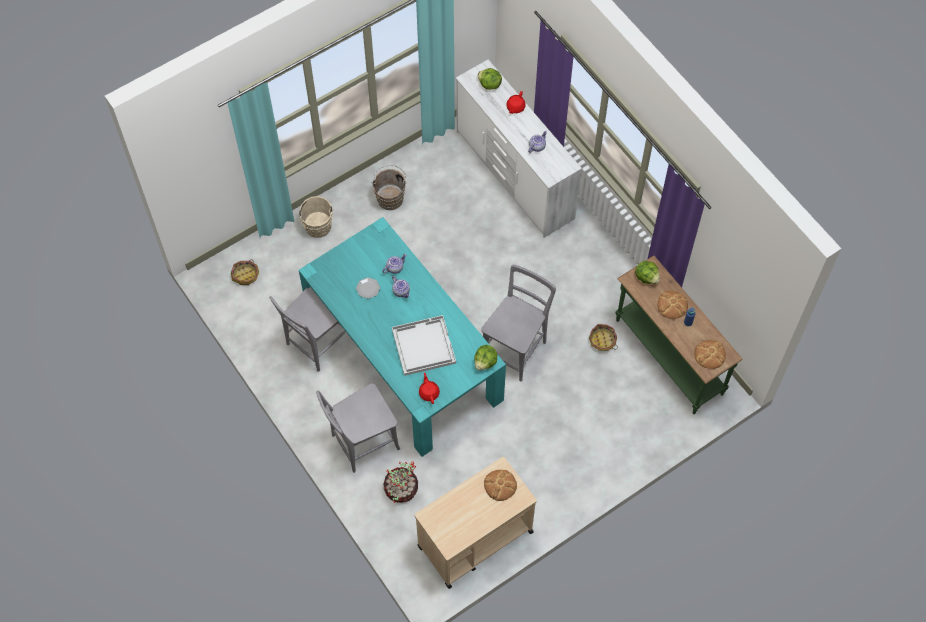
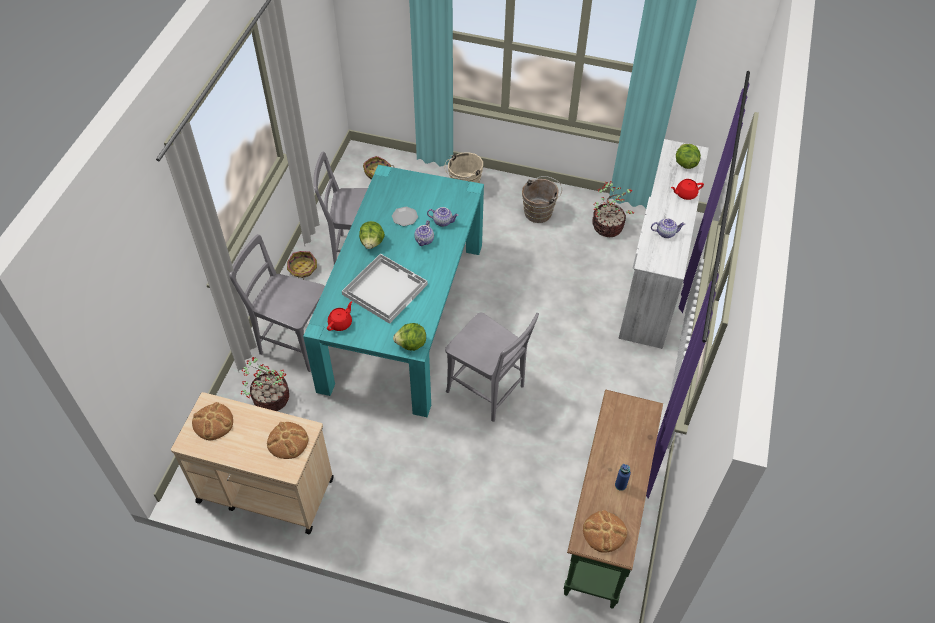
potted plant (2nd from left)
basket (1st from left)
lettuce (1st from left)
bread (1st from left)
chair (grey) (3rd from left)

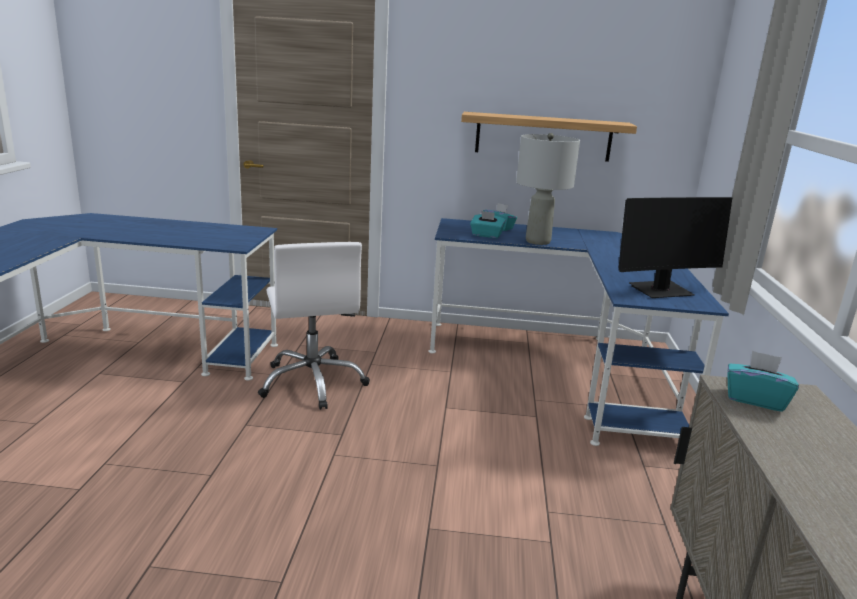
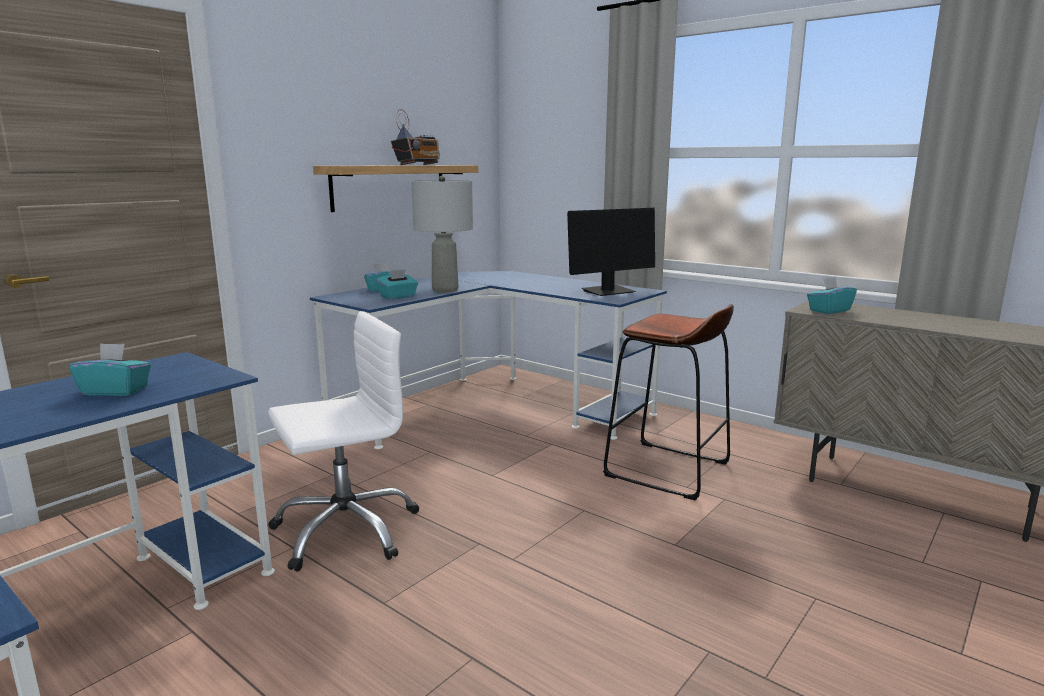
tissue box (turquoise) (1st from left)
radio
stool (brown)
office chair (white)
monitor

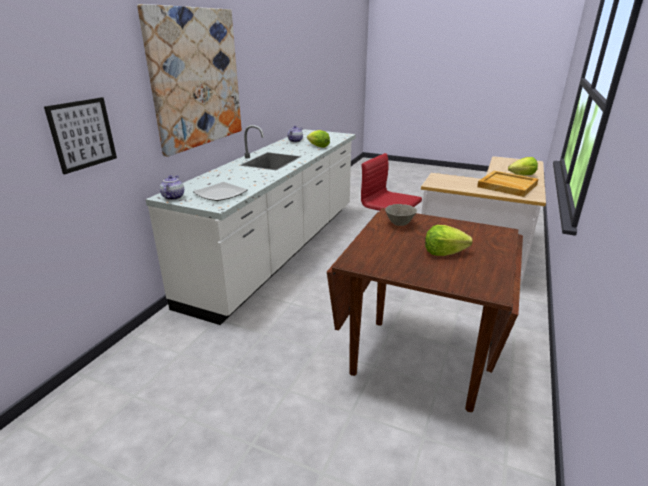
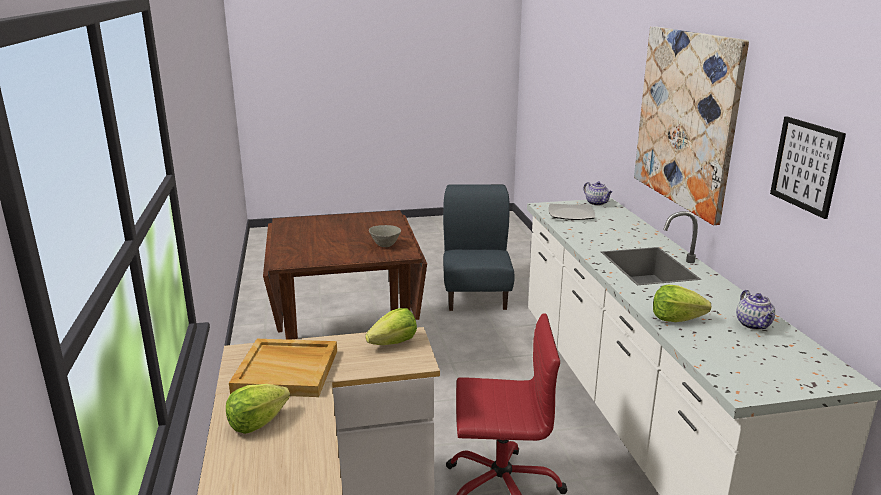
chair (blue)
picture (2nd from left)
lettuce (2nd from left)

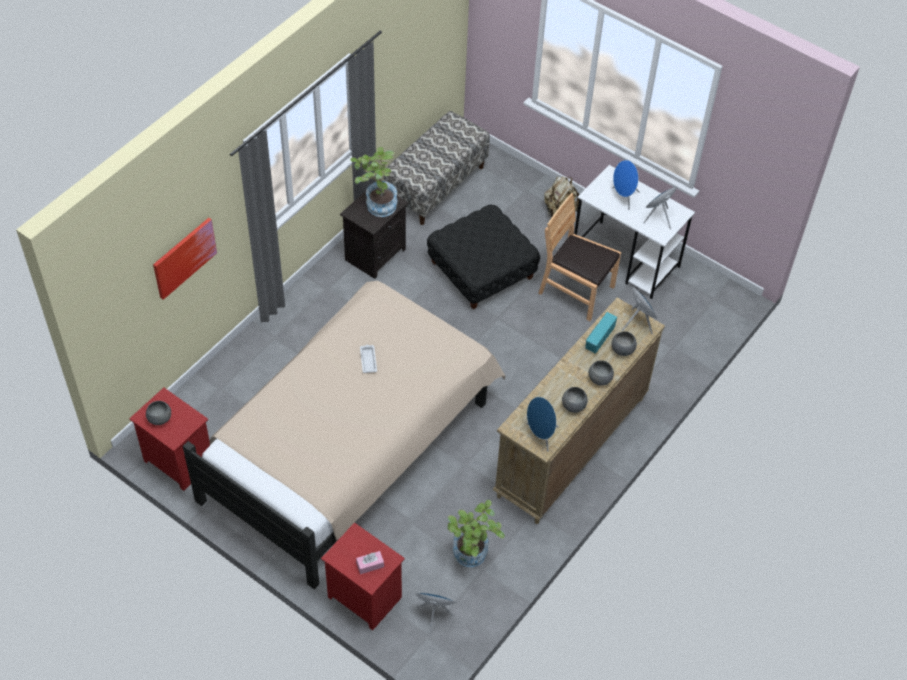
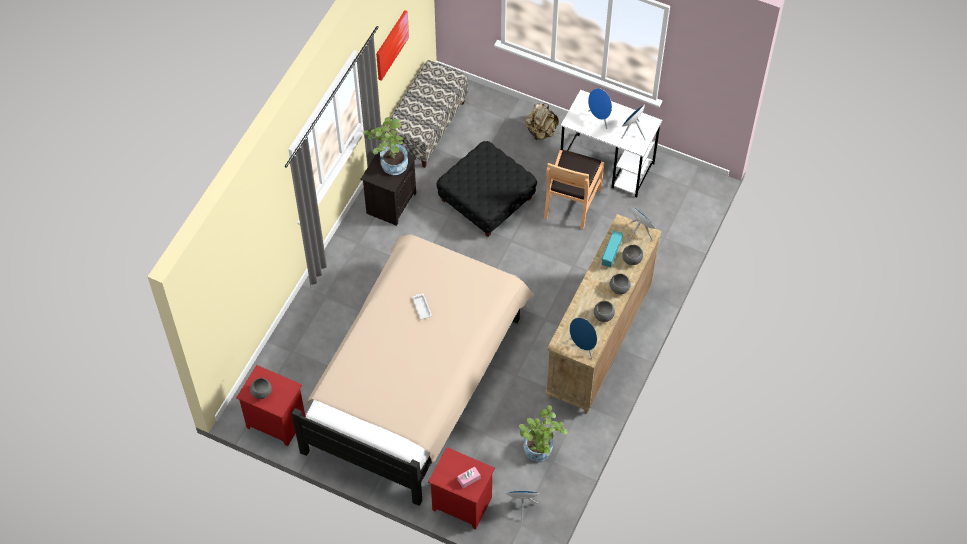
picture
chair (brown)

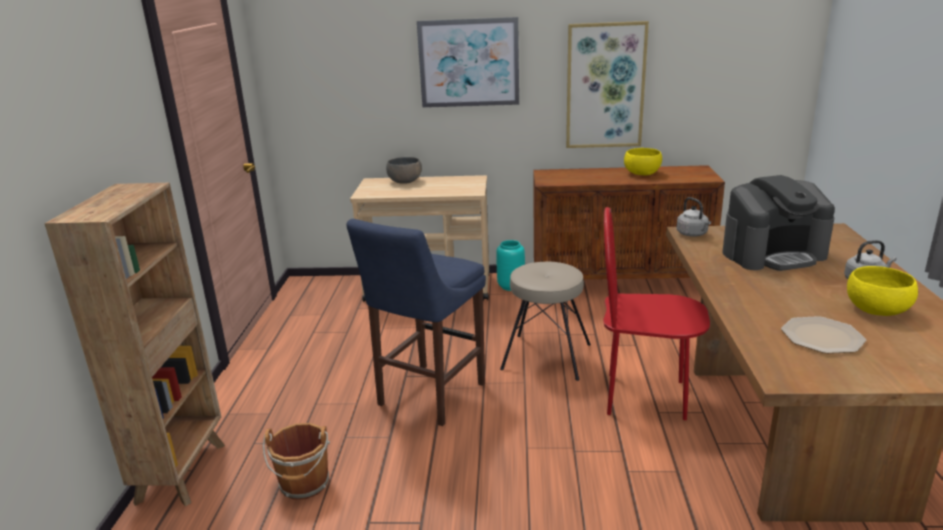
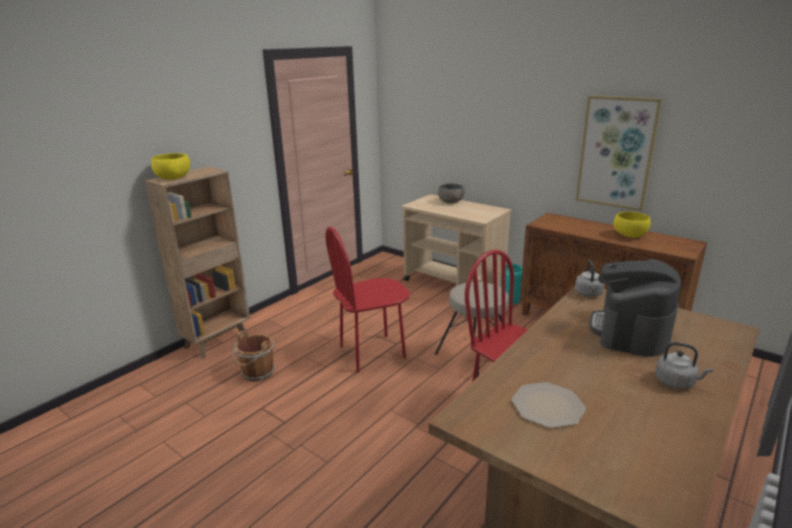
picture (1st from left in the first image)
bowl (yellow) (1st from left)
chair (red) (1st from left)
coffee machine

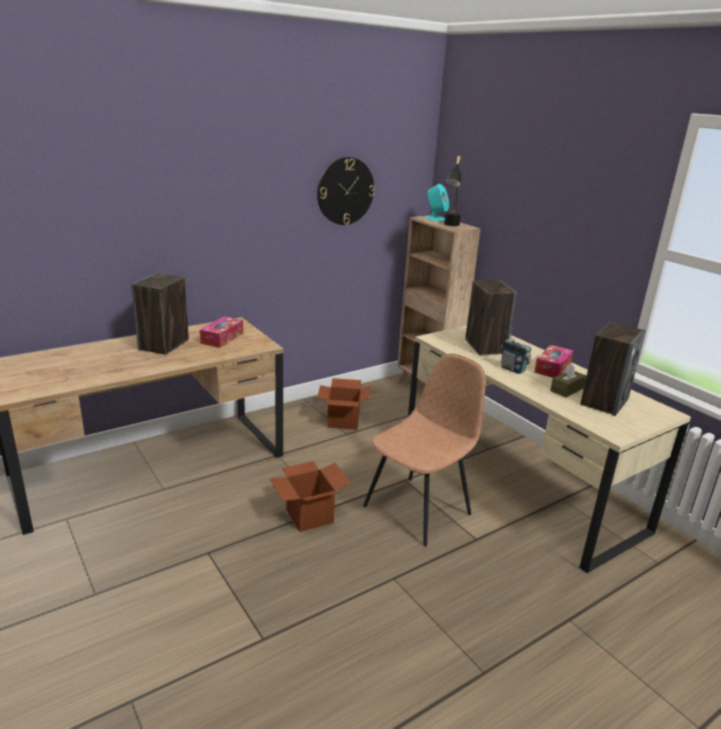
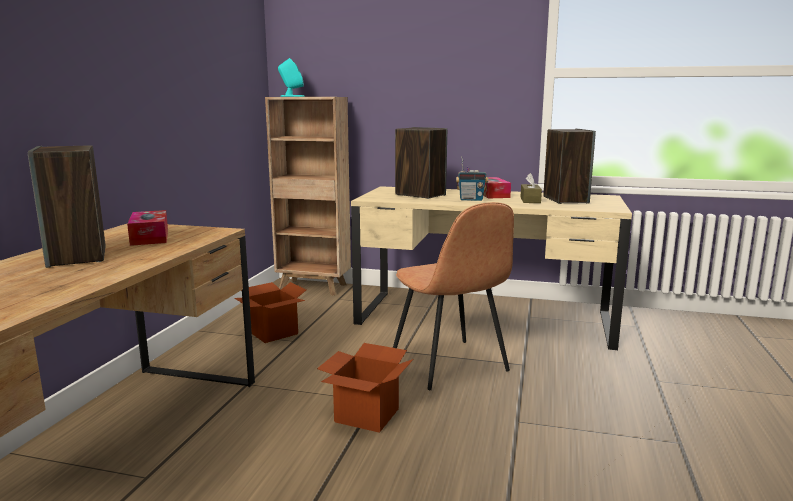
wall clock
table lamp (black)
chair (brown)

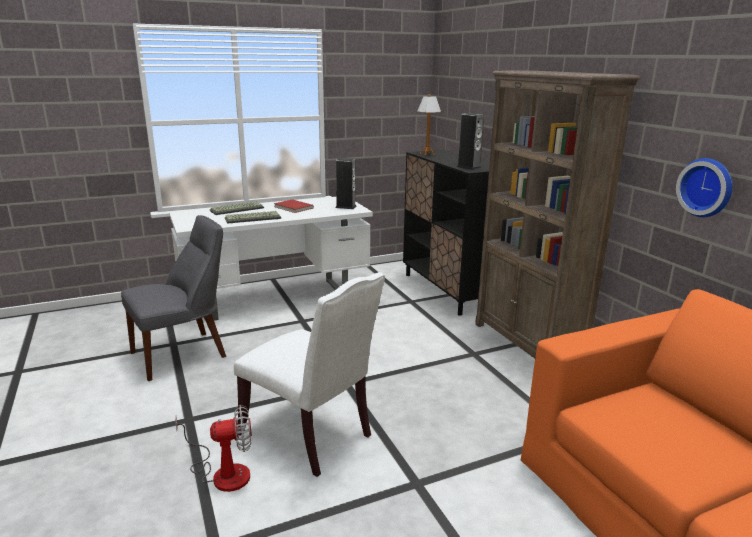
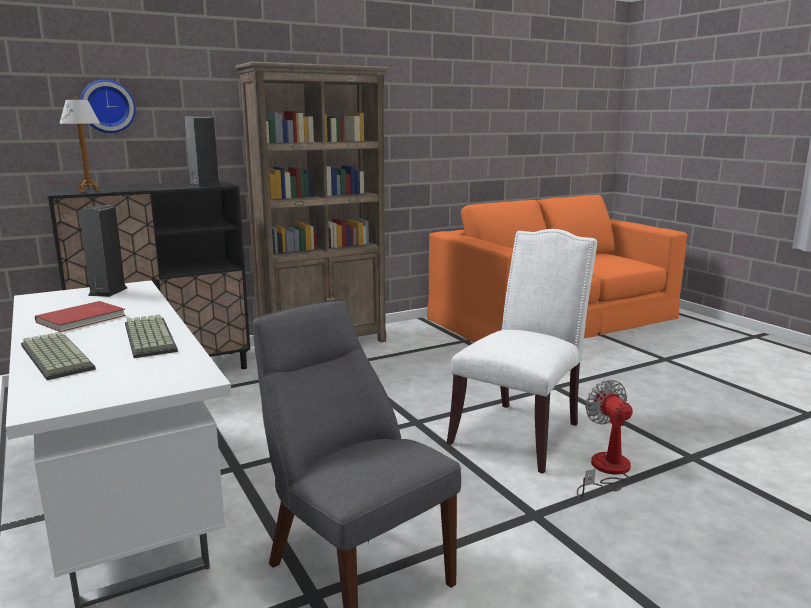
wall clock

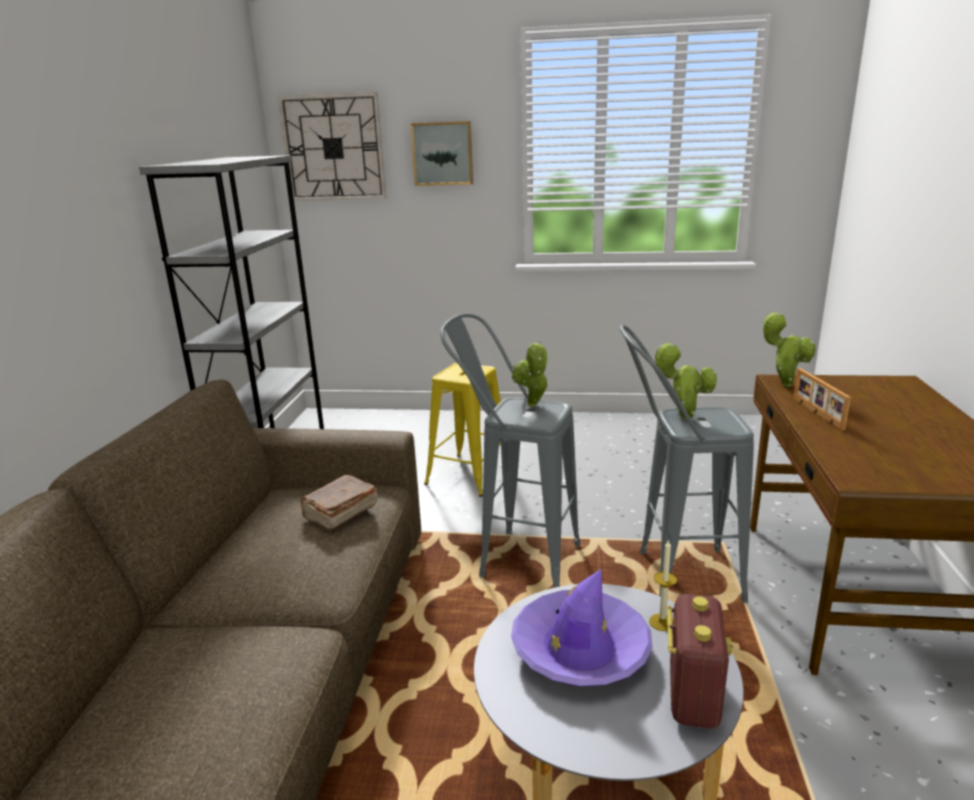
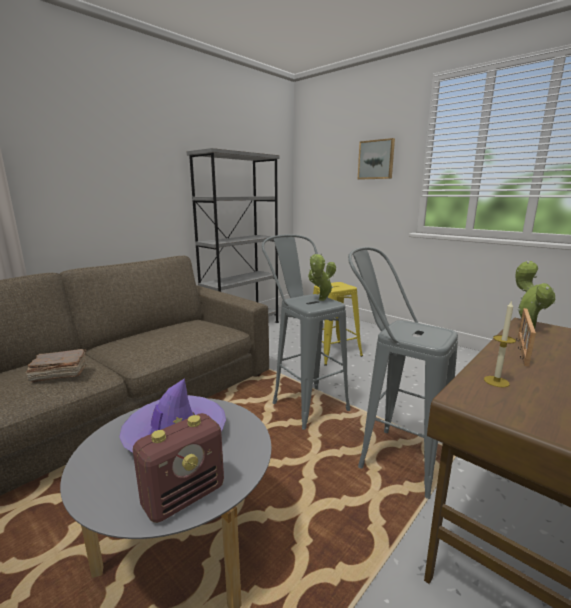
wall clock
potted plant (2nd from left in the first image)
book (brown)
candle

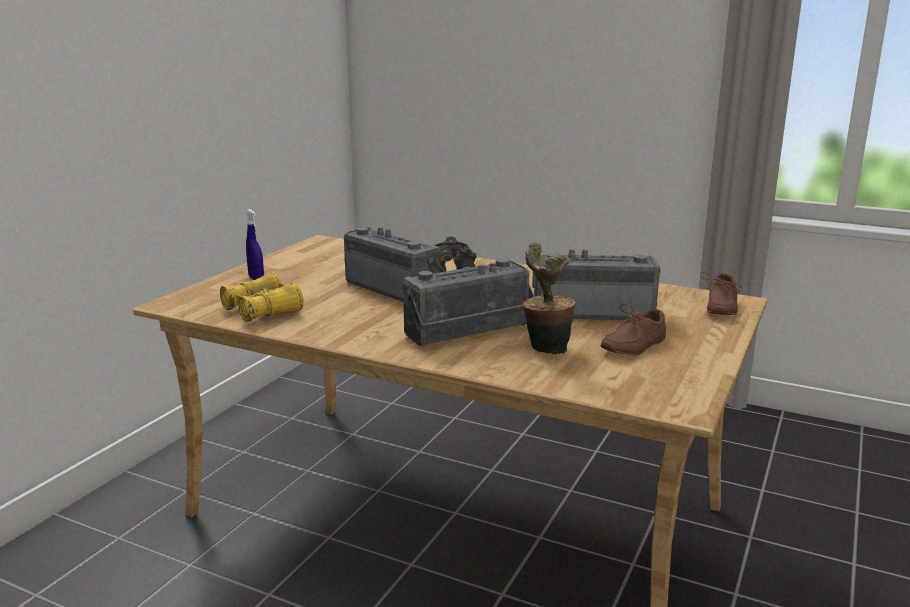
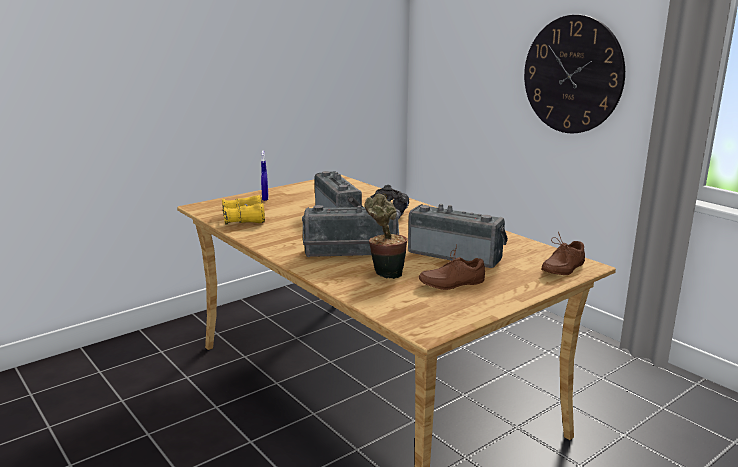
wall clock

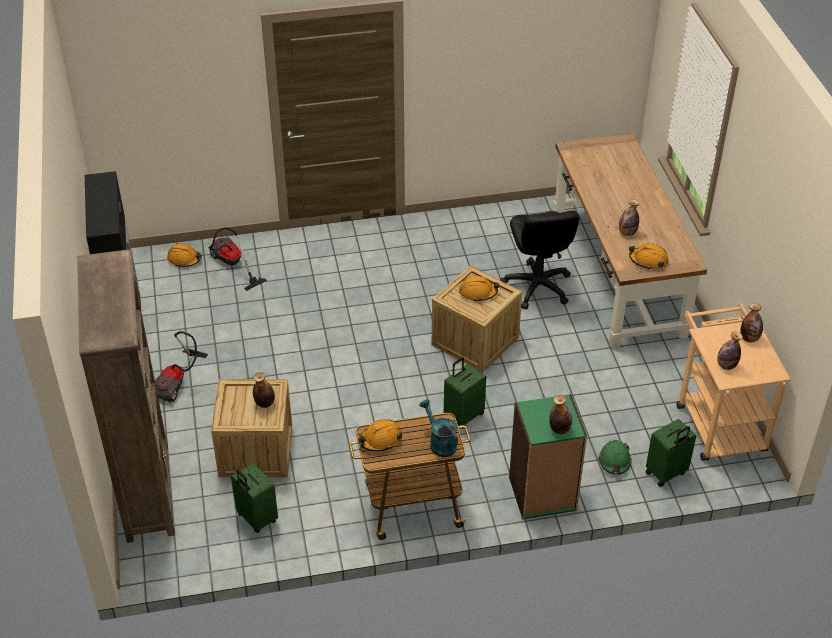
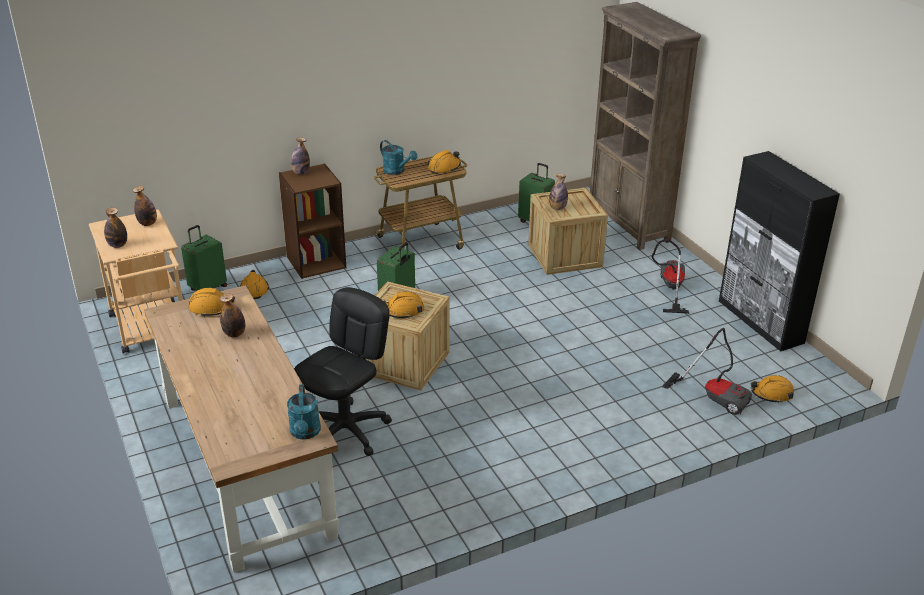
watering can (turquoise) (1st from left)
bookcase (brown) (1st from left)
hard hat (orange) (2nd from left)
office chair (black)

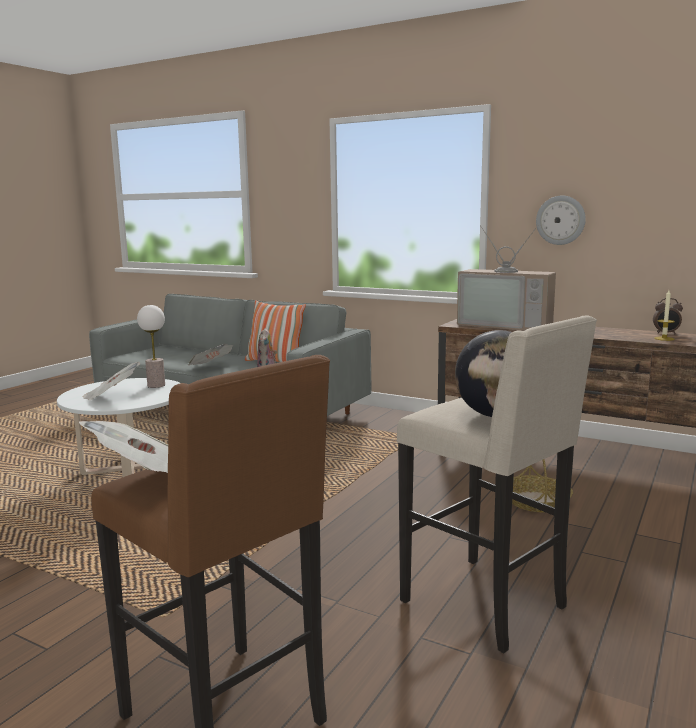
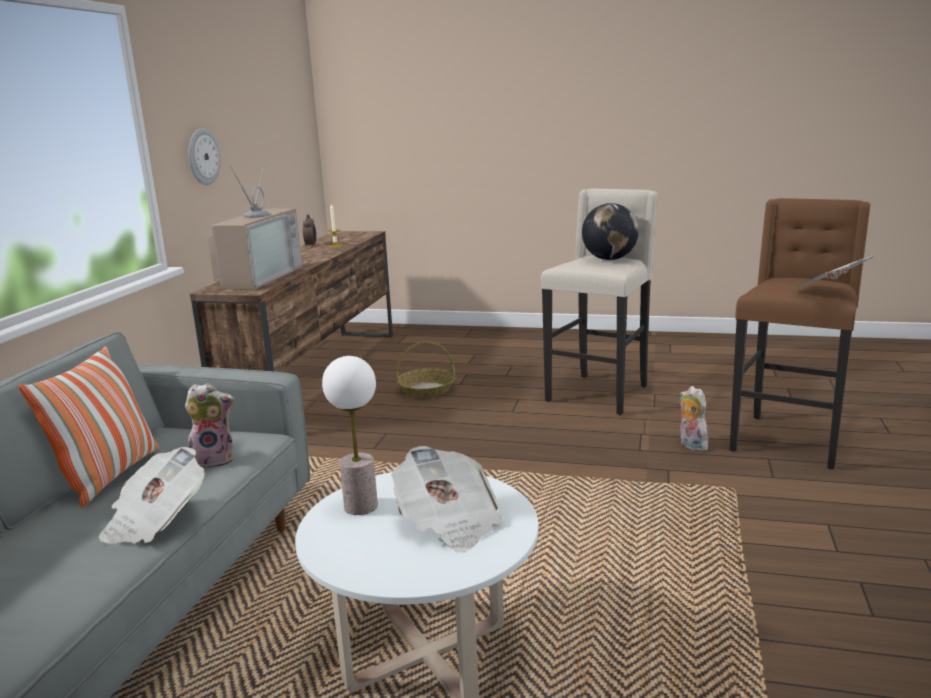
plush toy (2nd from left)

